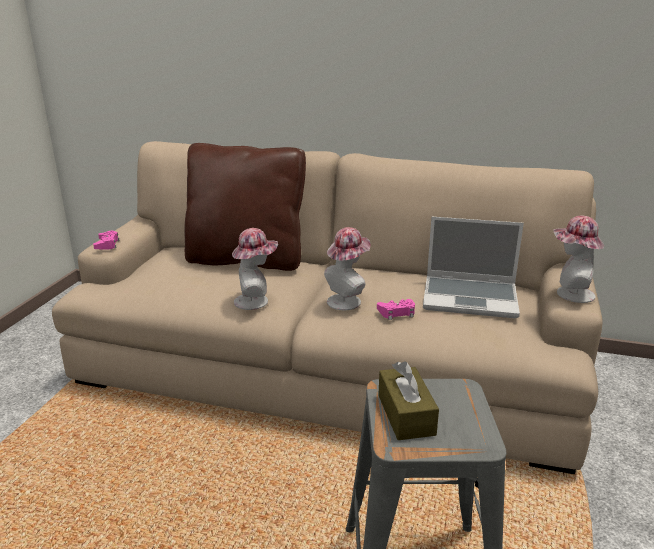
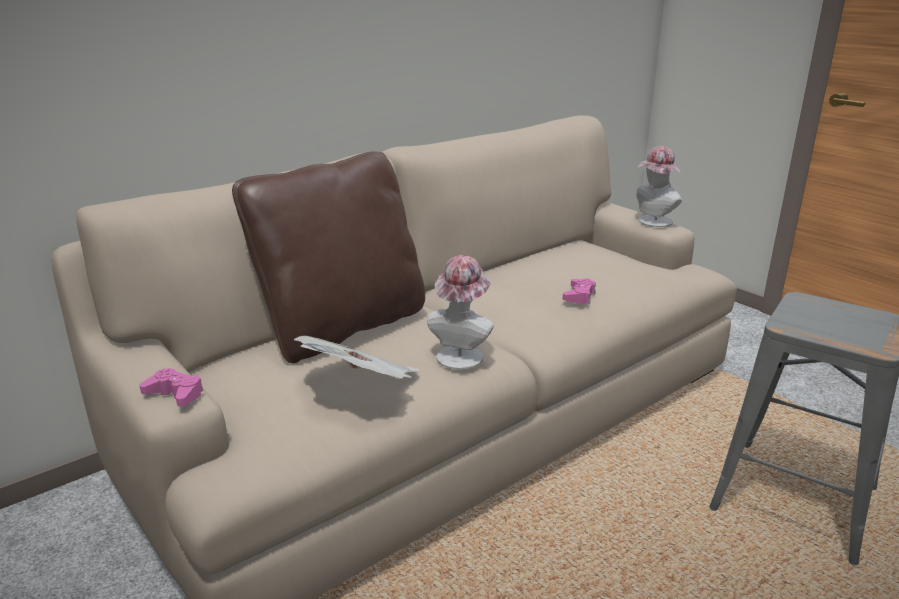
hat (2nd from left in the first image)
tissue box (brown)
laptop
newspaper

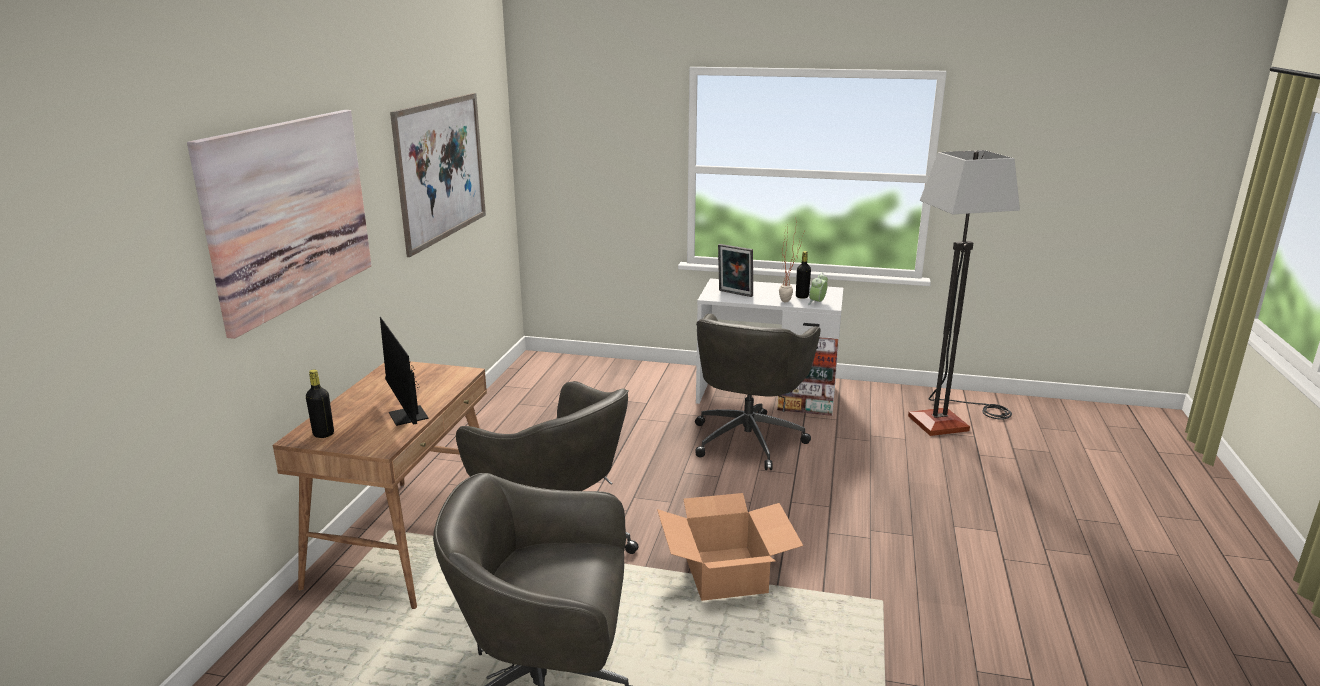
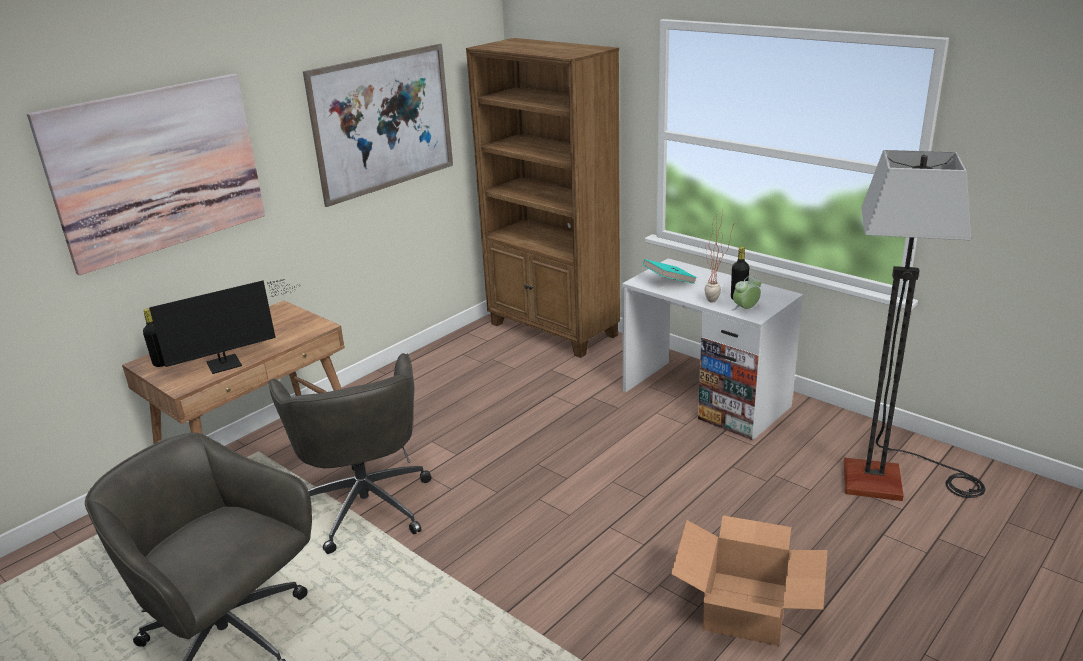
office chair (grey) (3rd from left in the first image)
bookcase (brown)
cardboard box
book (turquoise)
monitor

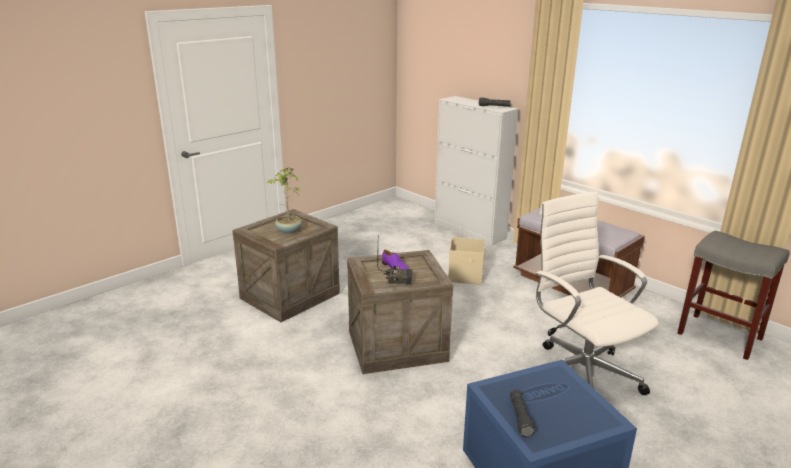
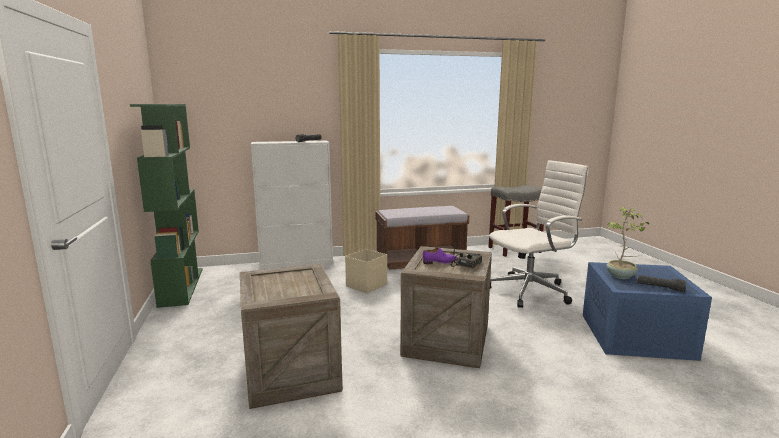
bookcase (green)
potted plant
office chair (white)

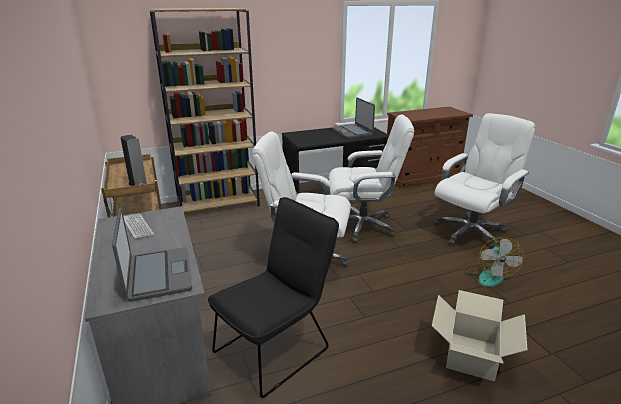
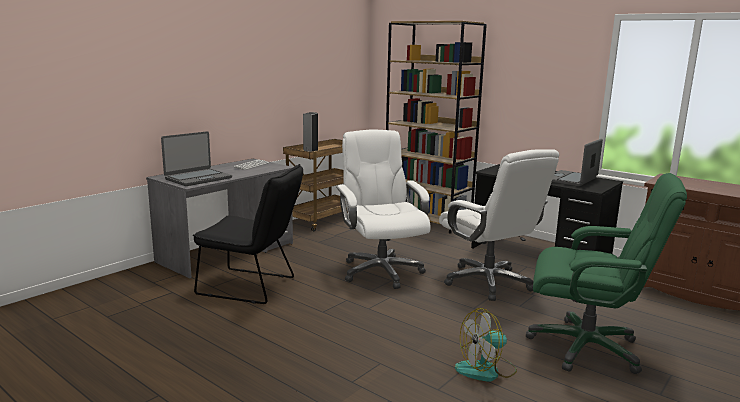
cardboard box
office chair (green)

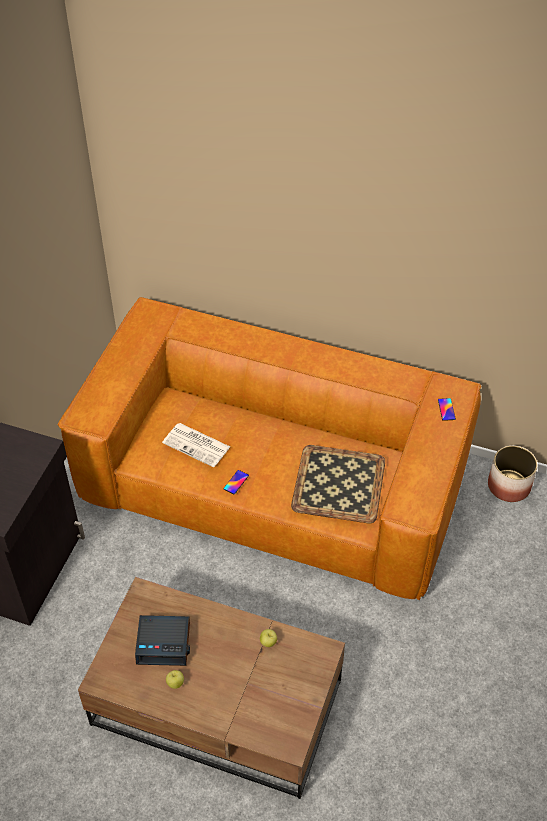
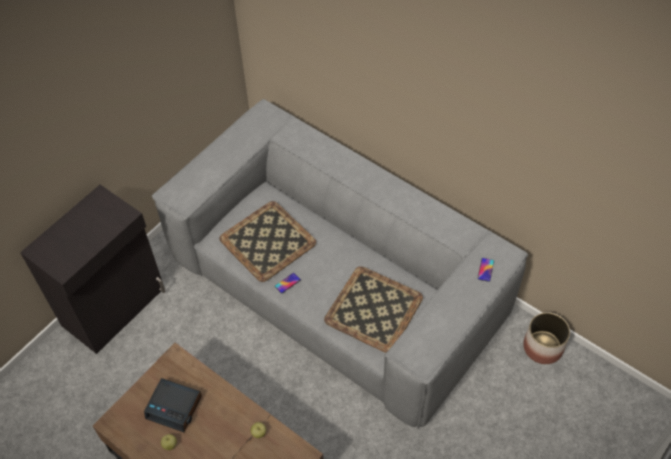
tray (1st from left)
sofa (grey)

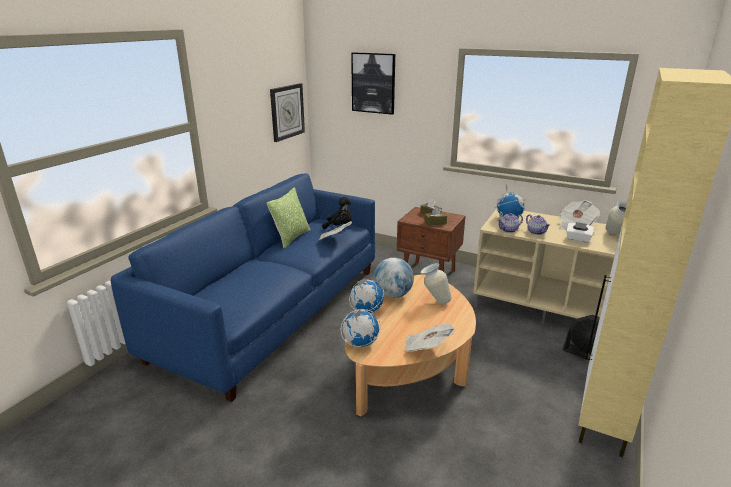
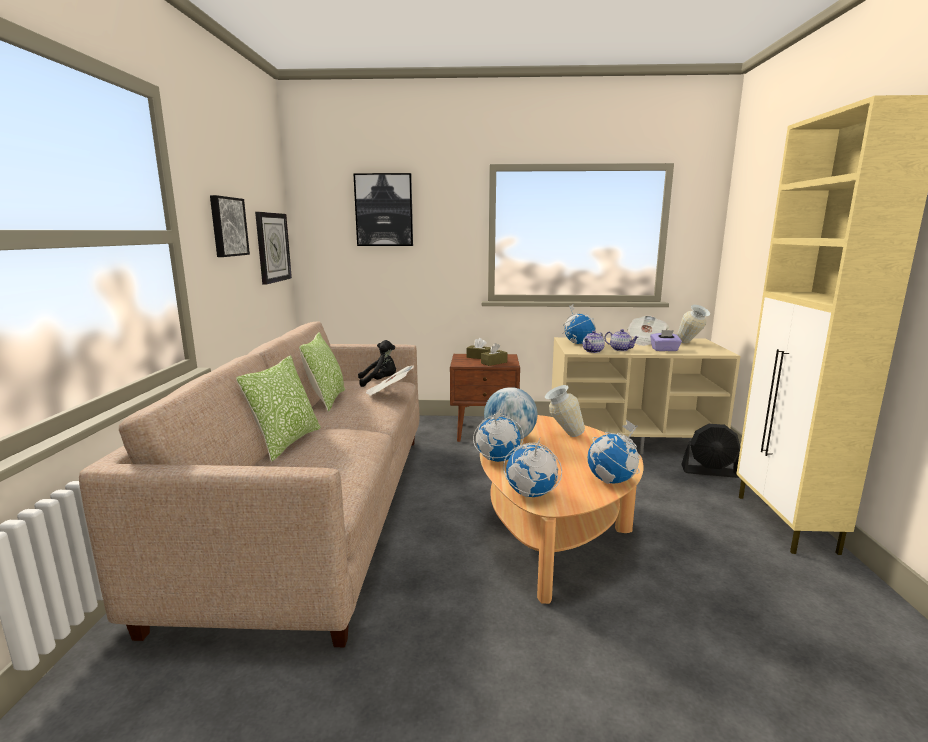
picture (1st from left)
pillow (1st from left)
globe (5th from left)
sofa (beige)
tissue box (purple)

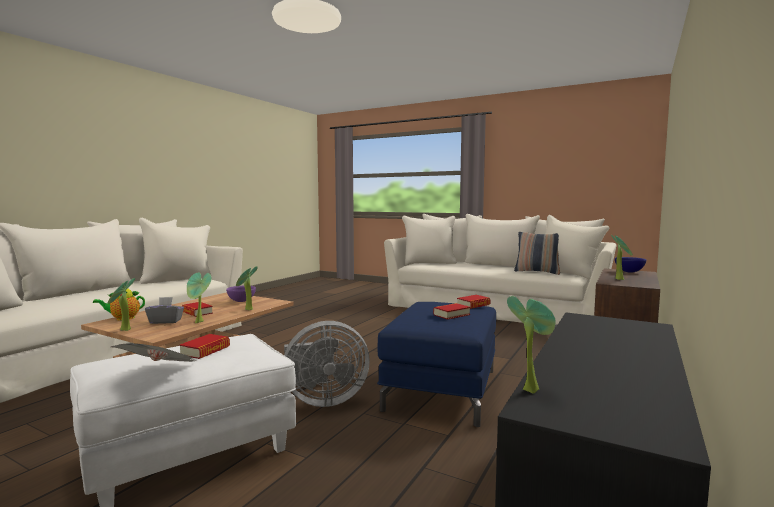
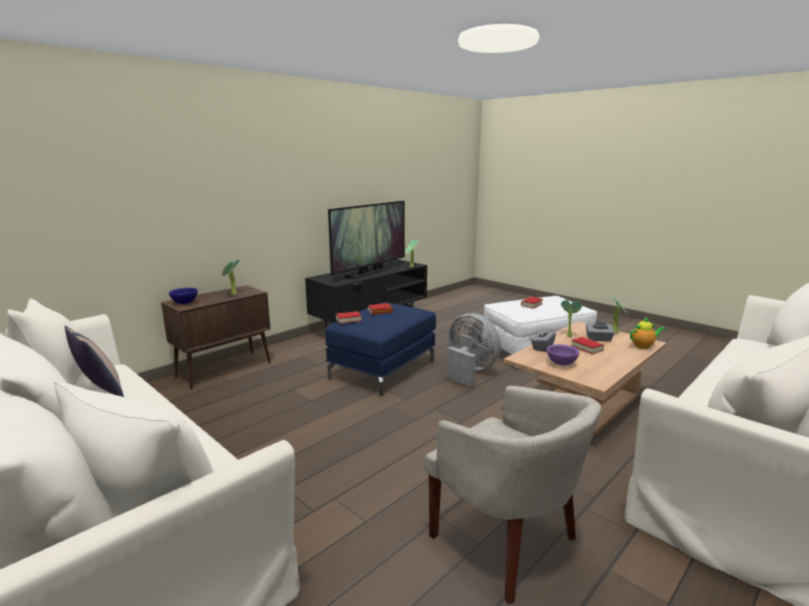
newspaper
television
armchair (beige)
tissue box (grey) (1st from left)
fan (grey)

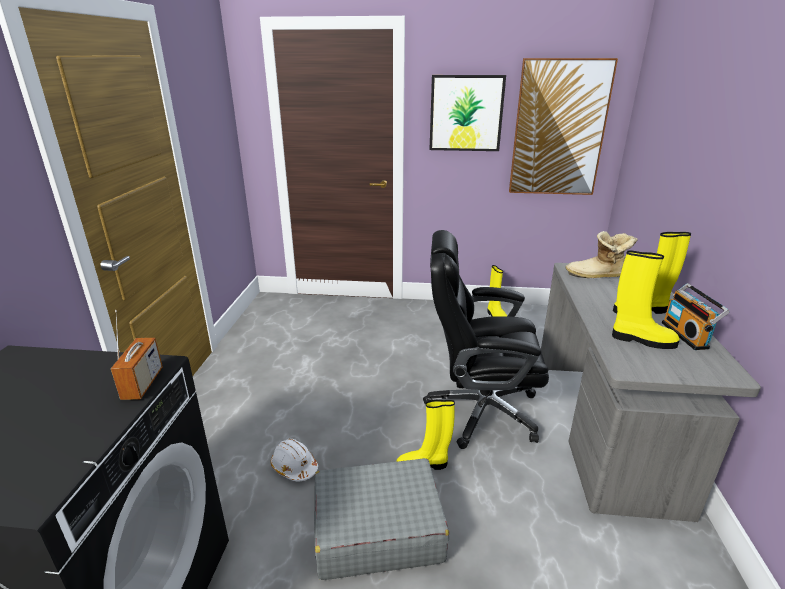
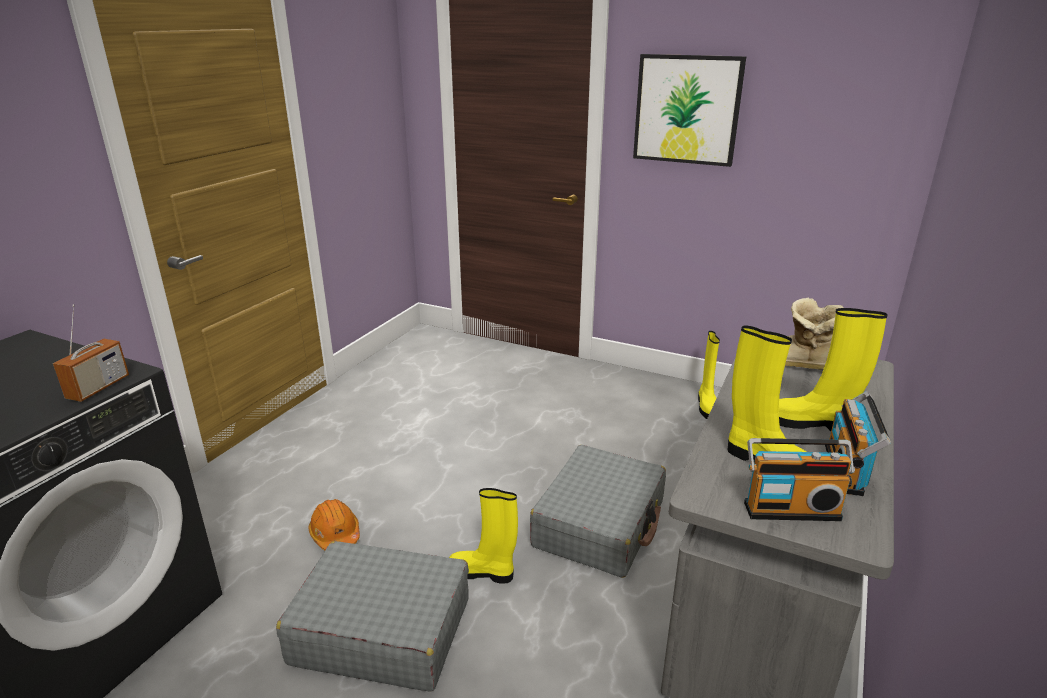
picture (2nd from left in the first image)
radio (2nd from left)
suitcase (grey) (2nd from left)
hard hat (orange)

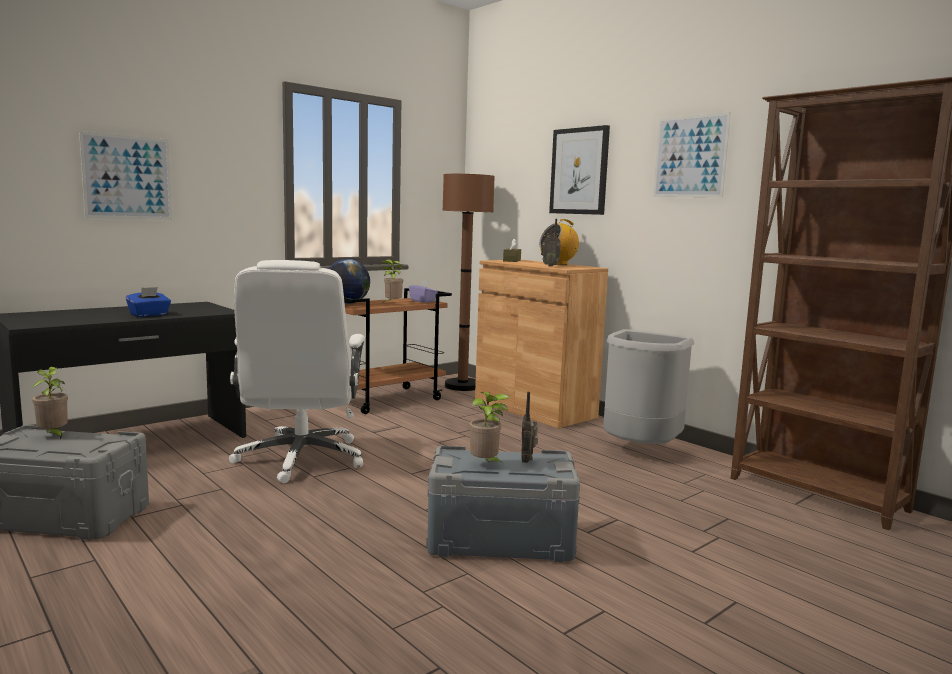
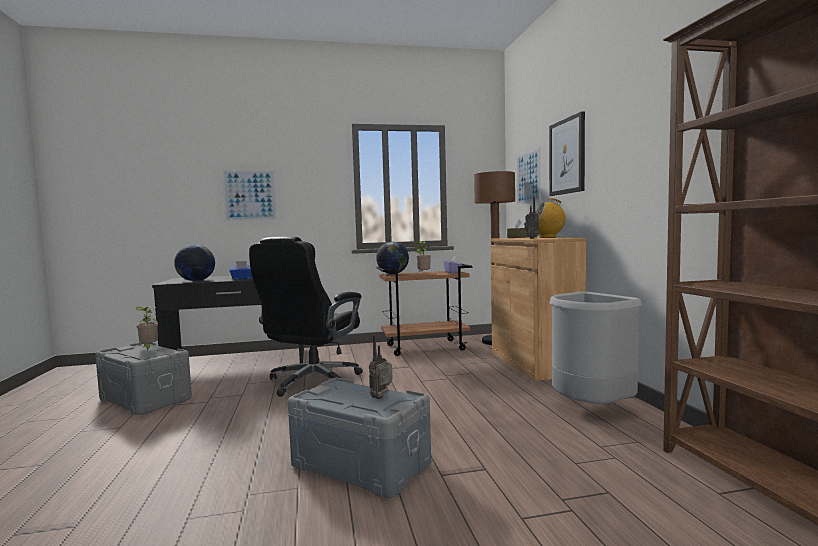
potted plant (3rd from left in the first image)
globe (1st from left)
picture (2nd from left)
office chair (black)

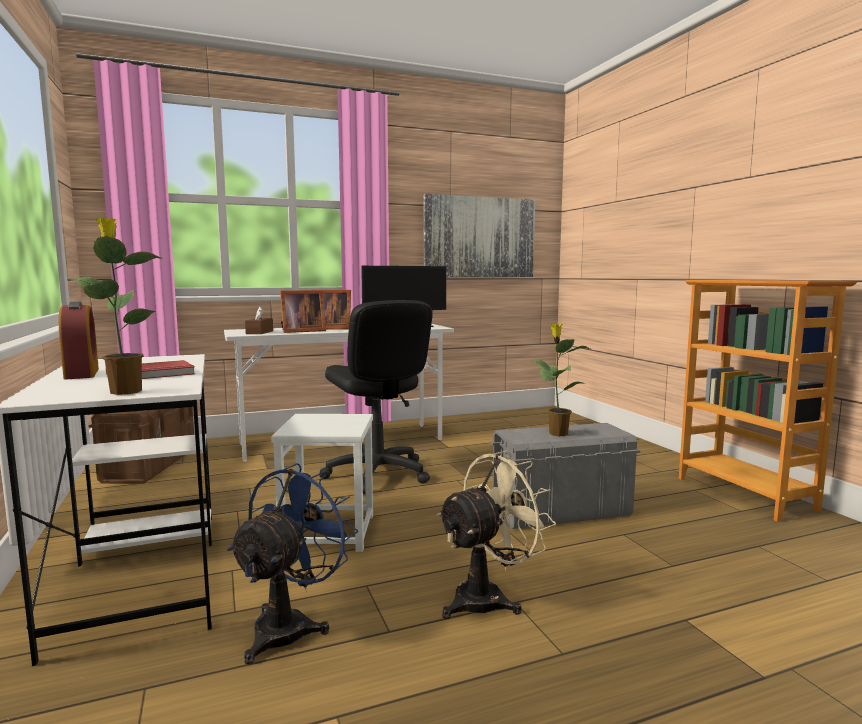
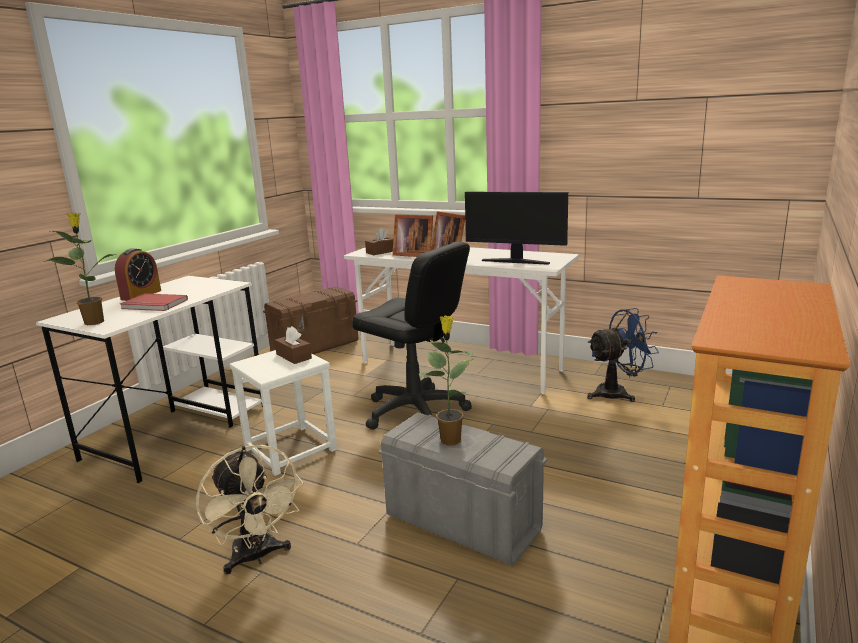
picture
tissue box (brown) (1st from left)
fan (blue)
office chair (black)
fan (beige)

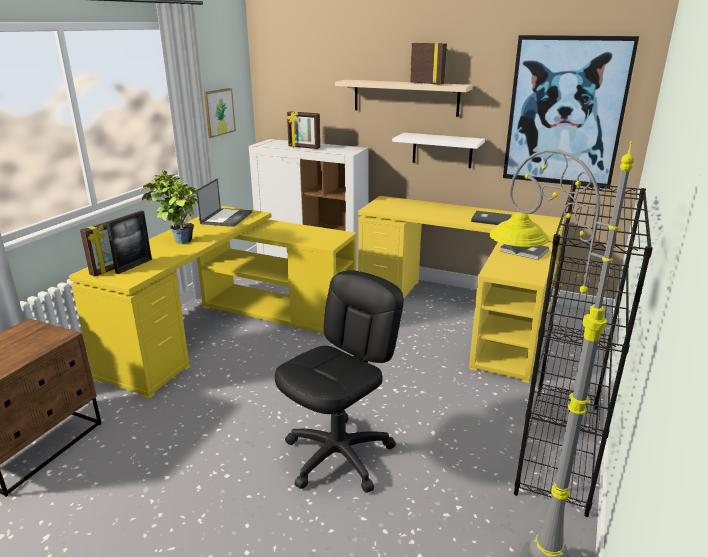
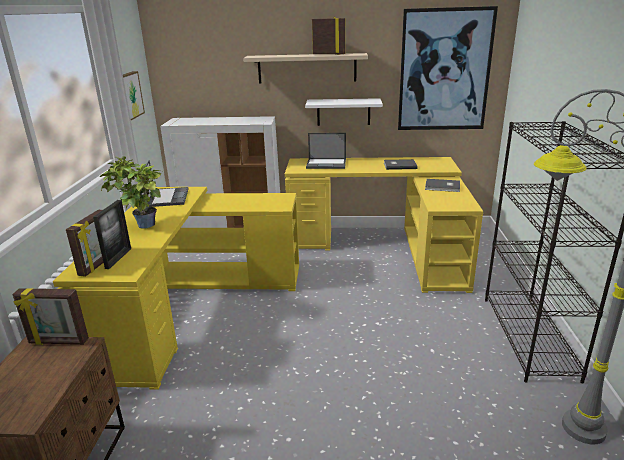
office chair (black)
laptop (2nd from left)
picture frame (1st from left)

